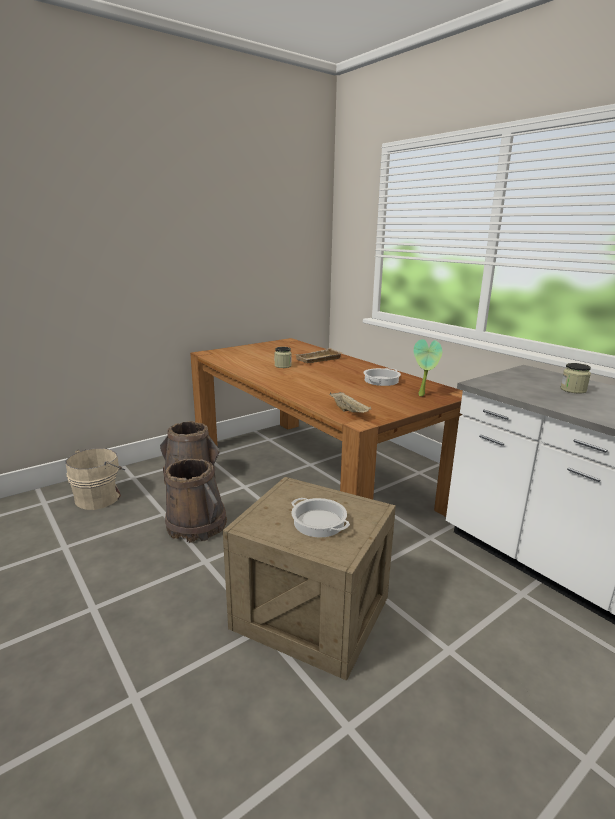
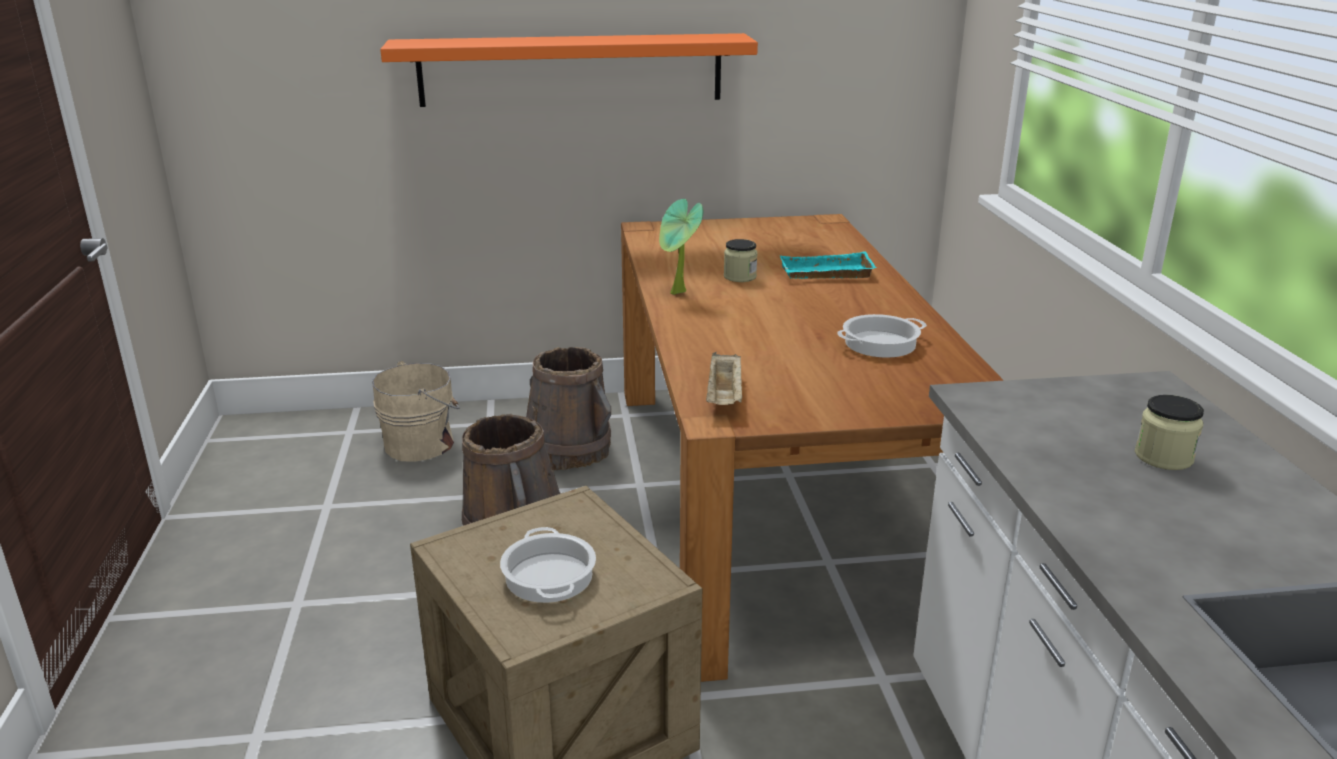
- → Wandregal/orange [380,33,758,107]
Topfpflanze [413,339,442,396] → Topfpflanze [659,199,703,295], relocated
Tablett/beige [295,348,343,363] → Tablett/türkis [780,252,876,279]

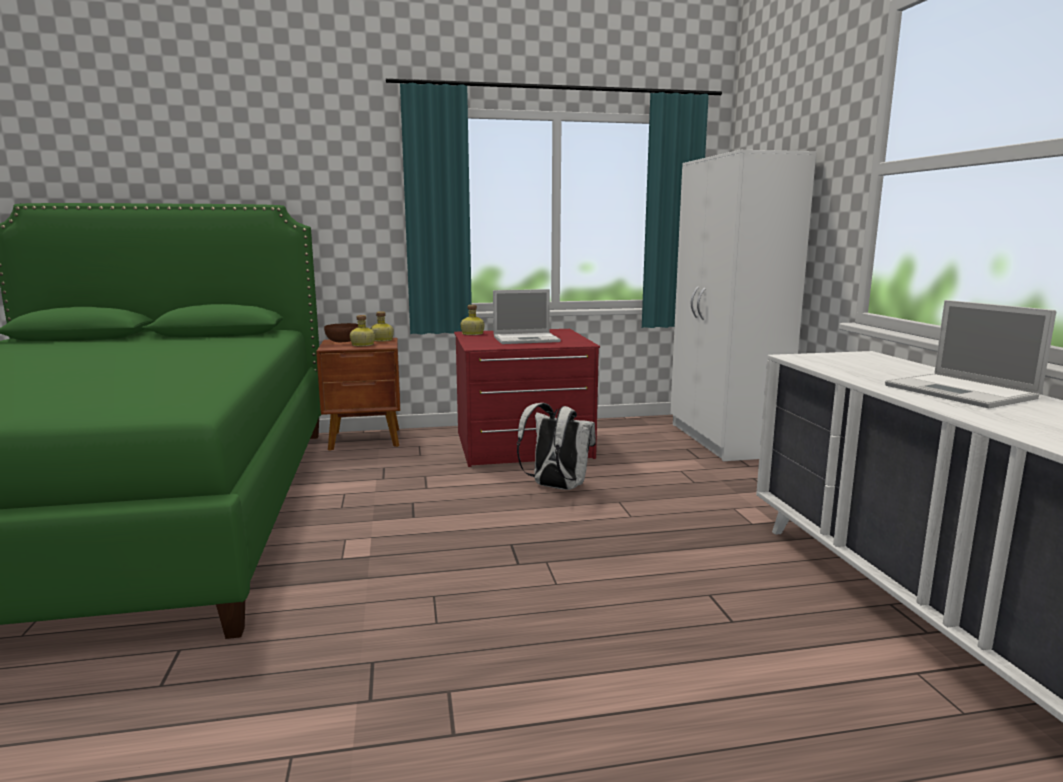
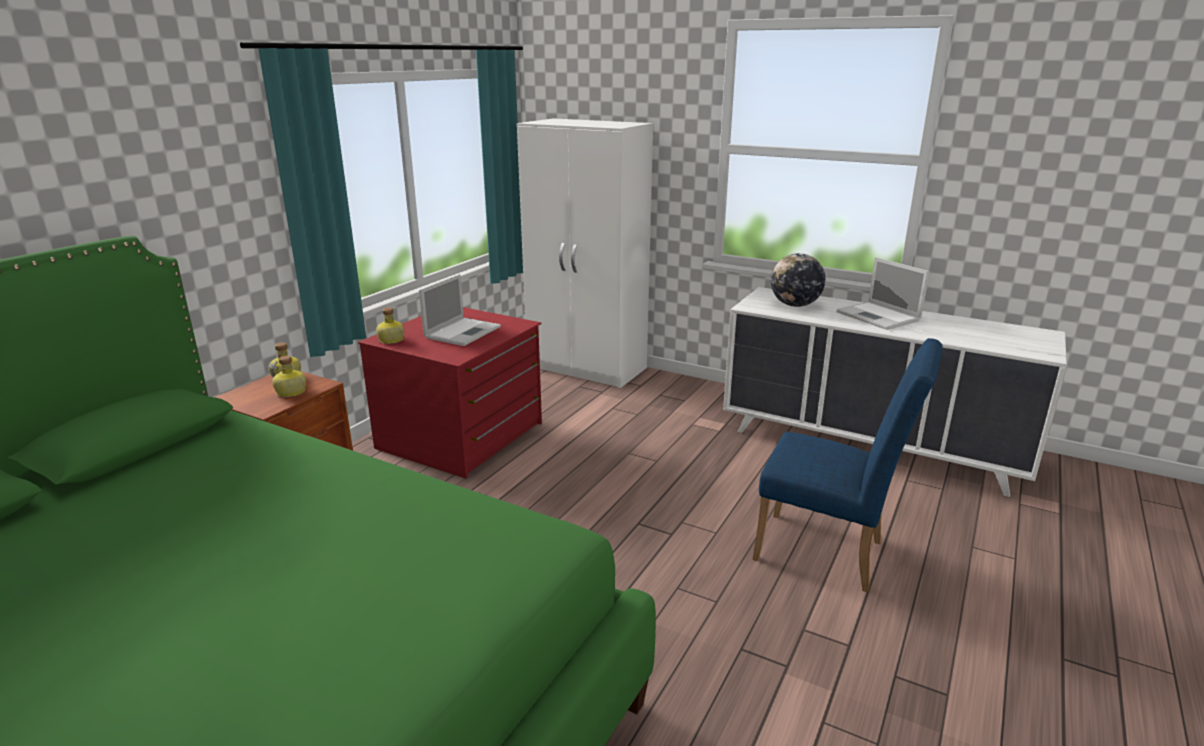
Schüssel/braun [324,323,358,342] → -
Rucksack/weiß [517,403,596,490] → -
- → Stuhl/blau [752,338,943,592]
- → Globus [771,253,825,307]
Laptop [885,300,1056,408] → Laptop [836,257,929,330], 45 degrees clockwise

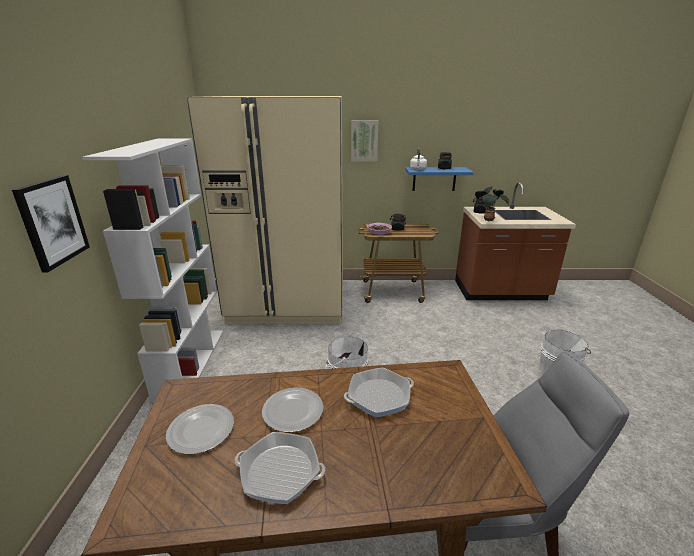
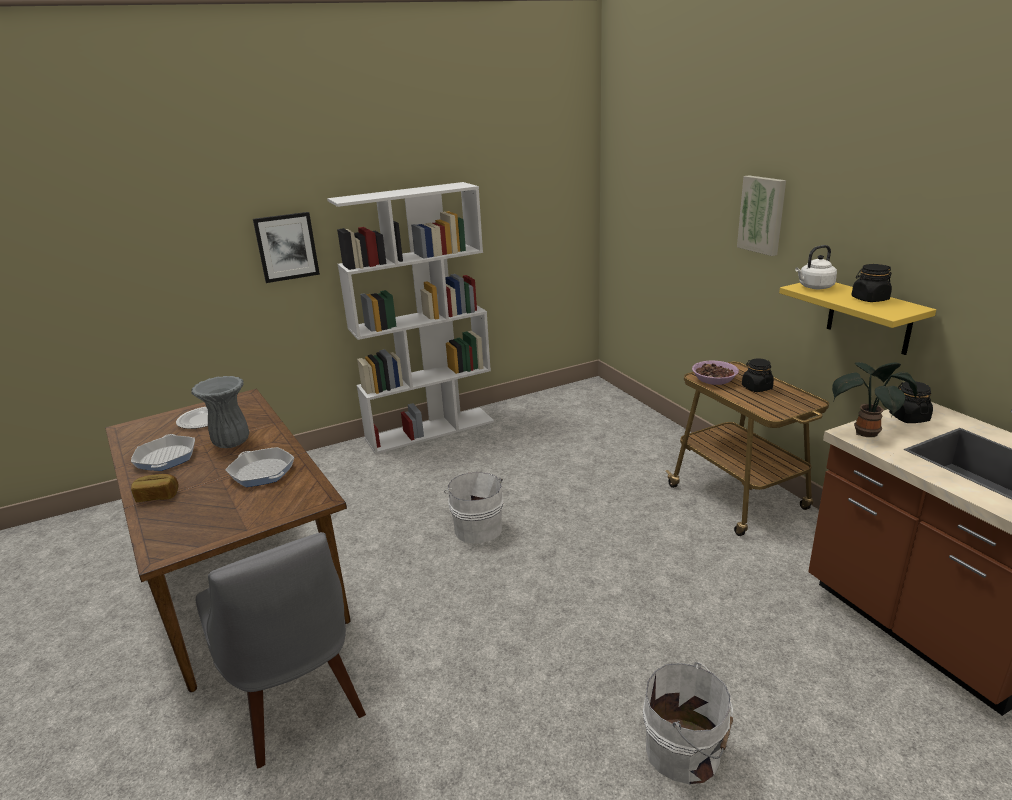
Kühlschrank/beige [187,96,343,323] → -
- → Brot [131,474,178,502]
Teller [262,388,323,432] → Vase/grau [191,376,249,448]
Wandregal/blau [405,167,474,191] → Wandregal/gelb [779,283,936,355]

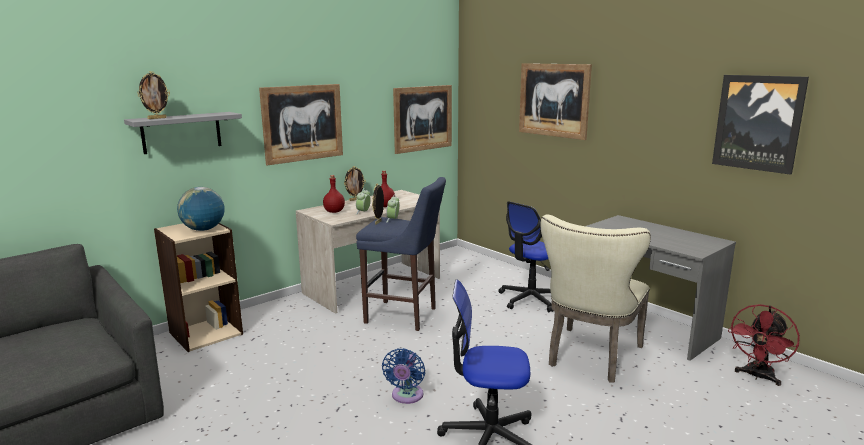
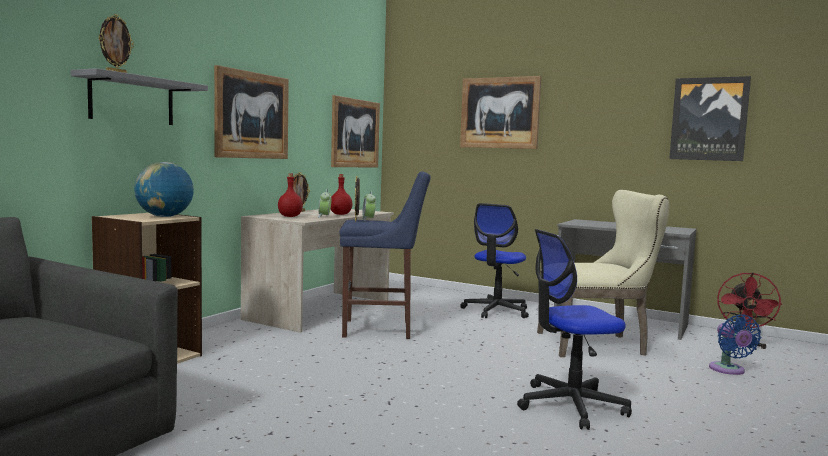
Ventilator/blau [382,348,425,404] → Ventilator/blau [709,314,761,375], relocated
Stuhl/beige [541,214,651,383] → Stuhl/beige [537,190,669,357], 105 degrees counterclockwise

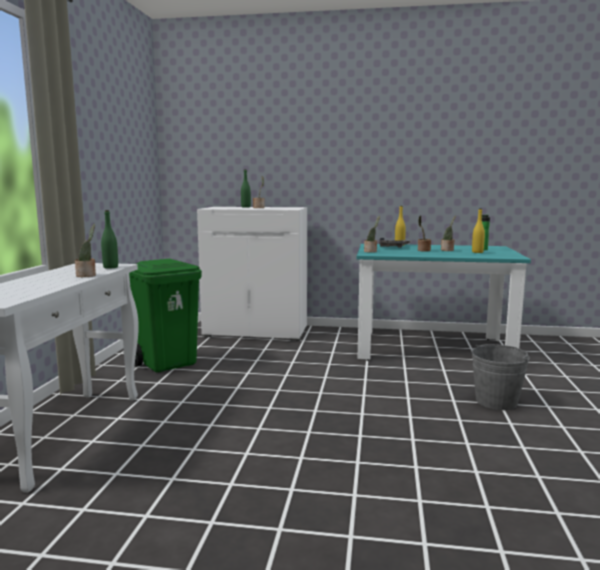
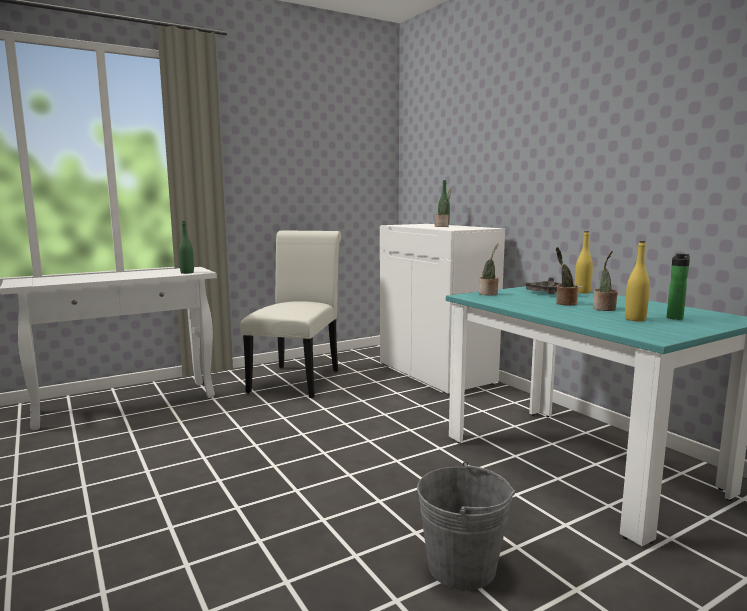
Topfpflanze [75,224,96,277] → -
Mülleimer/grün [129,259,202,373] → Stuhl/weiß [240,230,341,398]

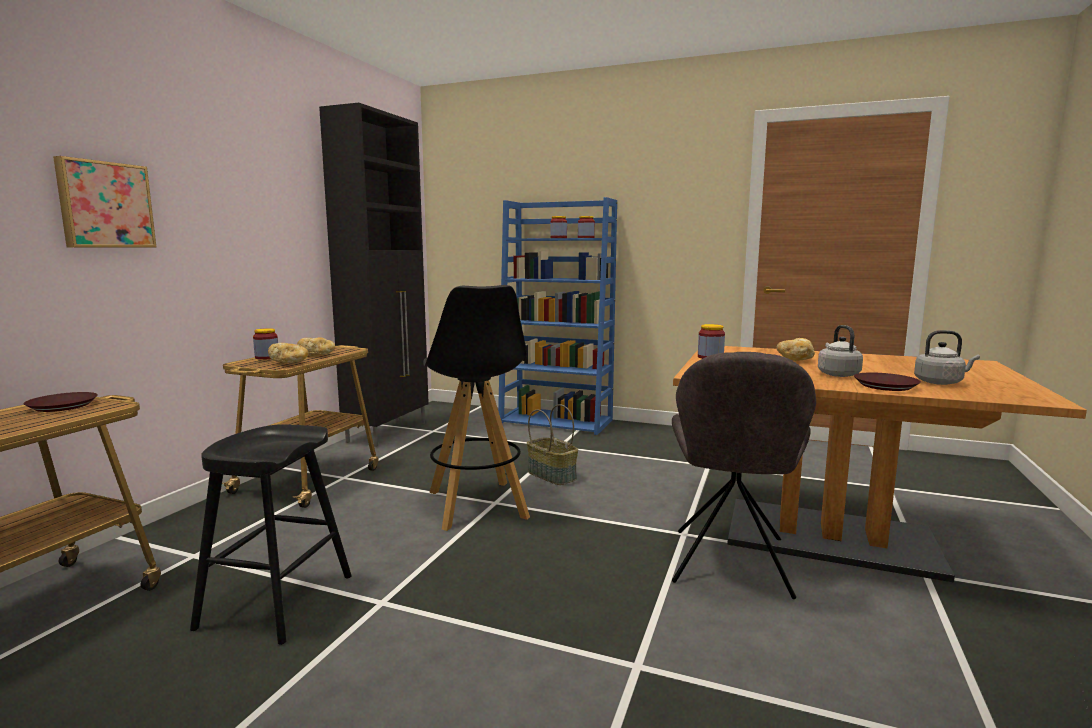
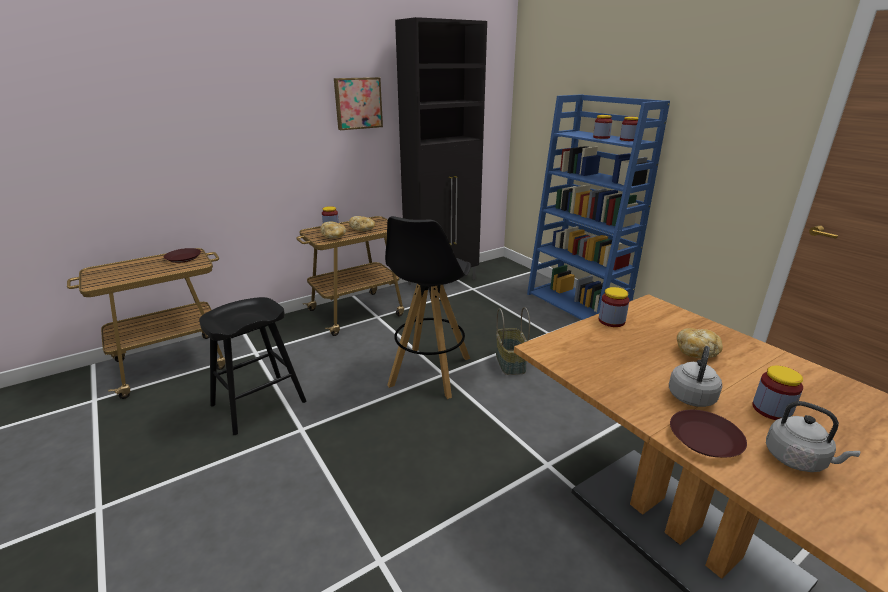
Stuhl/grau [672,352,816,599] → -
- → Vorratsglas [752,366,803,420]
Bild [53,156,157,248] → Bild [334,77,383,130], relocated

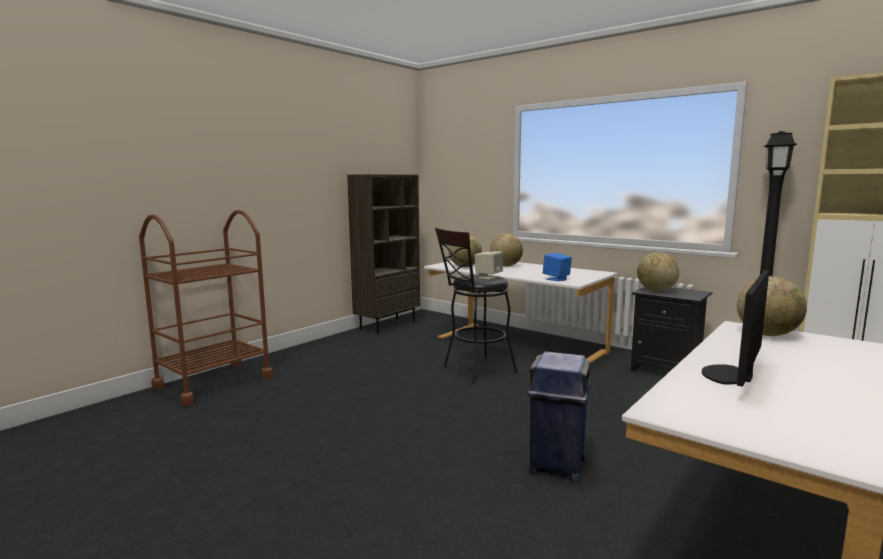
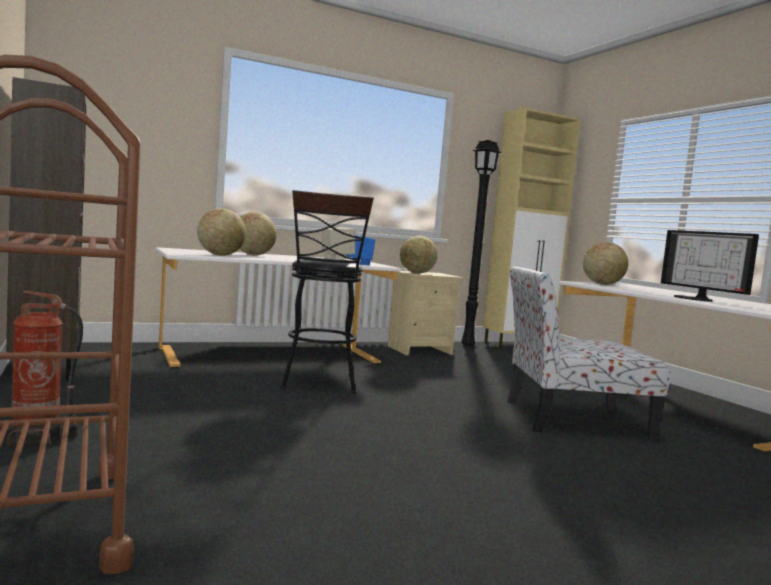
- → Feuerlöscher [7,291,83,447]
Mülleimer/blau [527,351,591,483] → Stuhl [507,266,671,440]
Nachttisch/schwarz [631,287,712,372] → Nachttisch/beige [388,271,464,355]

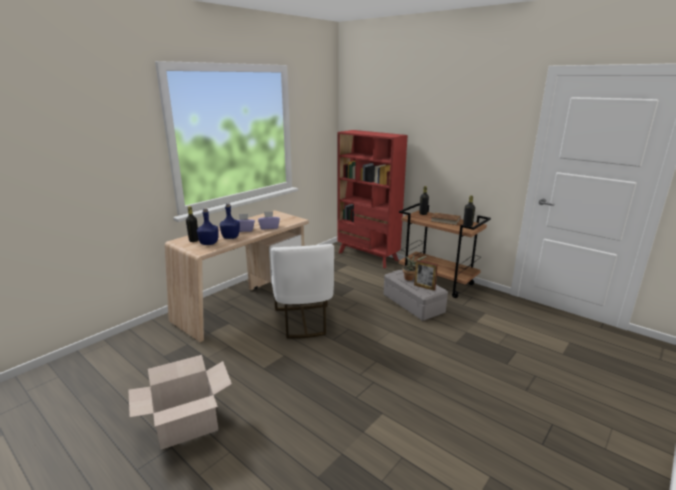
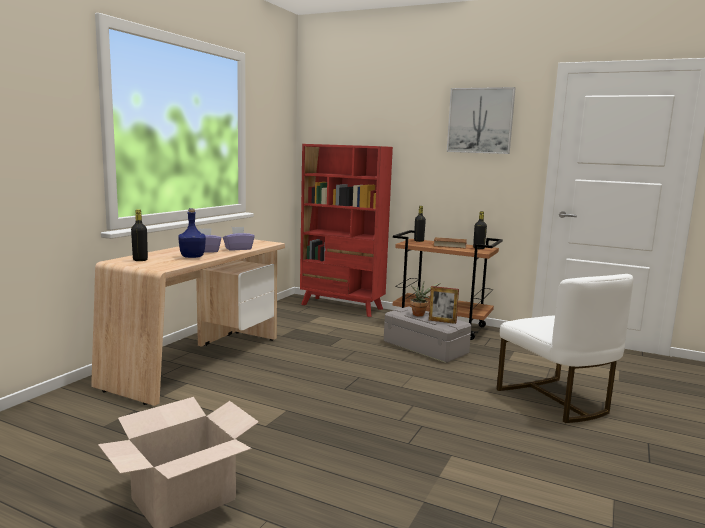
Flasche/blau [197,208,219,245] → -
- → Bild [447,87,515,154]
Stuhl/weiß [271,244,334,339] → Stuhl/weiß [497,274,633,423], relocated

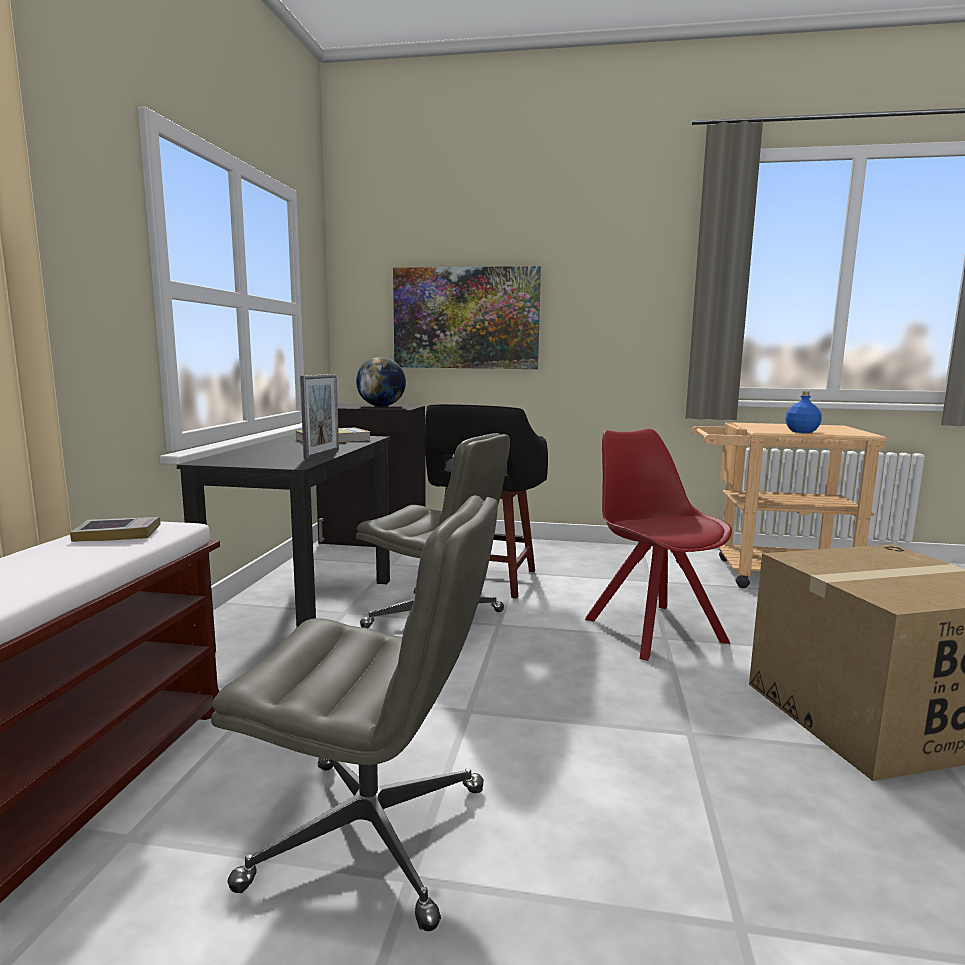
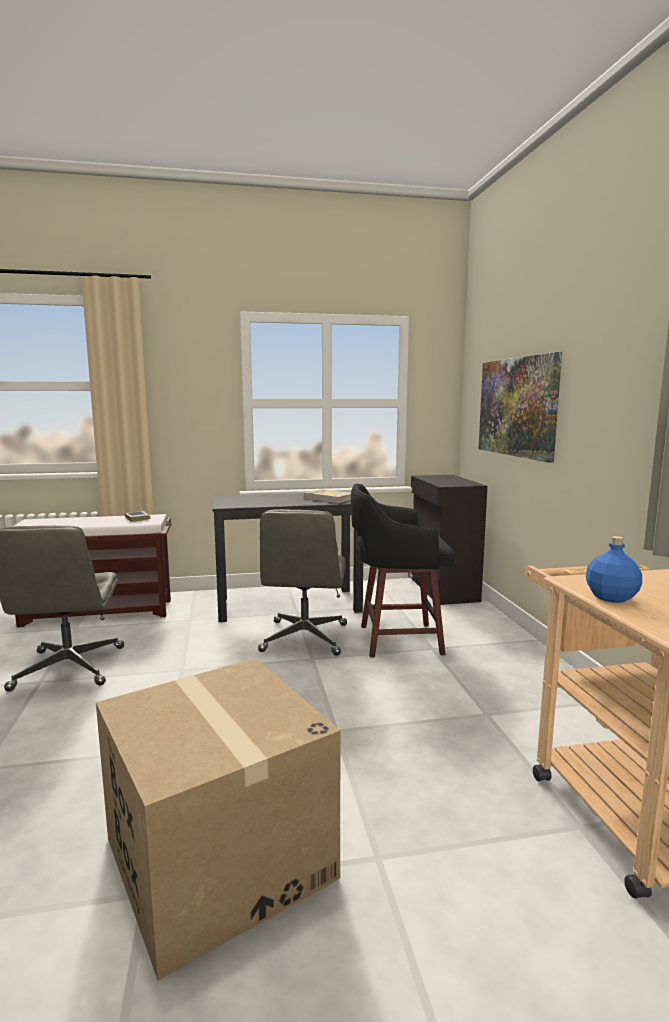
Bilderrahmen [300,374,339,459] → -
Globus [356,357,406,407] → -
Stuhl/rot [585,429,732,661] → -

